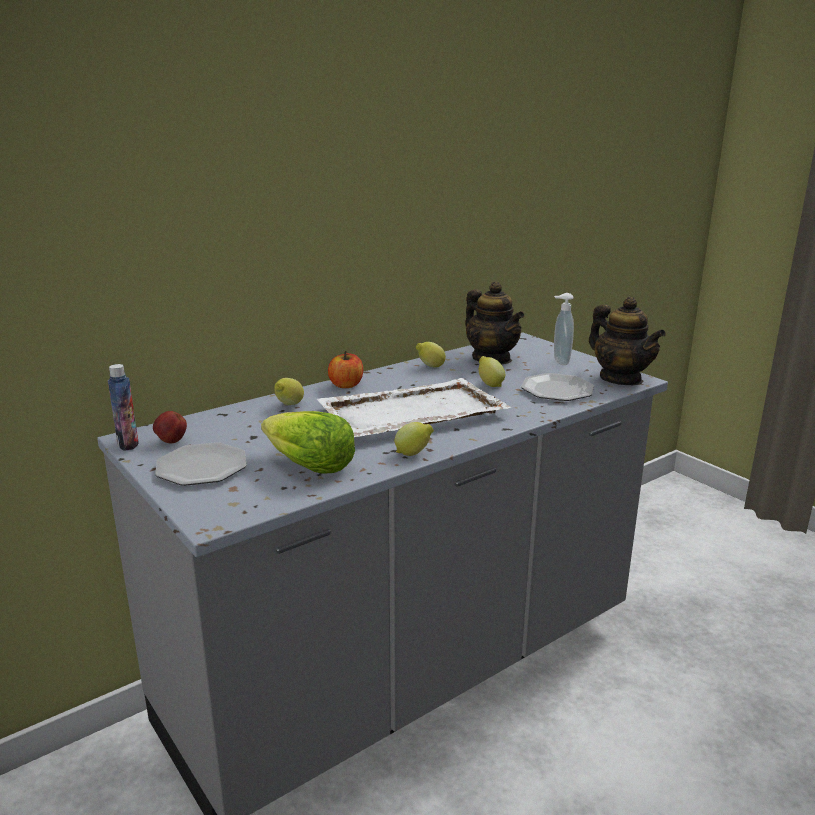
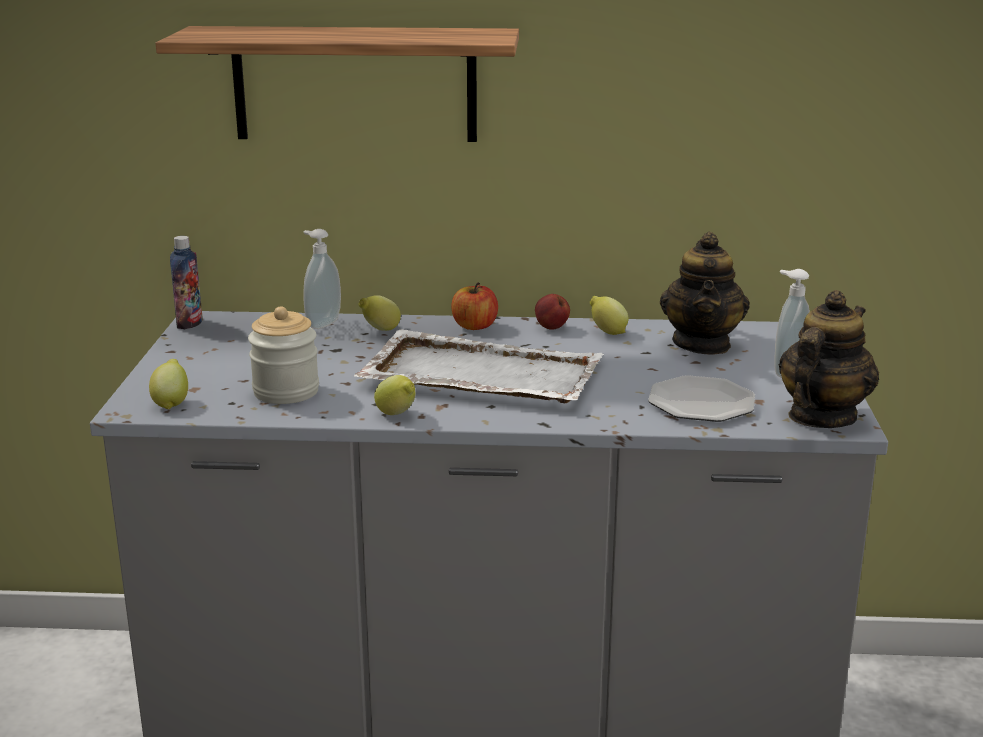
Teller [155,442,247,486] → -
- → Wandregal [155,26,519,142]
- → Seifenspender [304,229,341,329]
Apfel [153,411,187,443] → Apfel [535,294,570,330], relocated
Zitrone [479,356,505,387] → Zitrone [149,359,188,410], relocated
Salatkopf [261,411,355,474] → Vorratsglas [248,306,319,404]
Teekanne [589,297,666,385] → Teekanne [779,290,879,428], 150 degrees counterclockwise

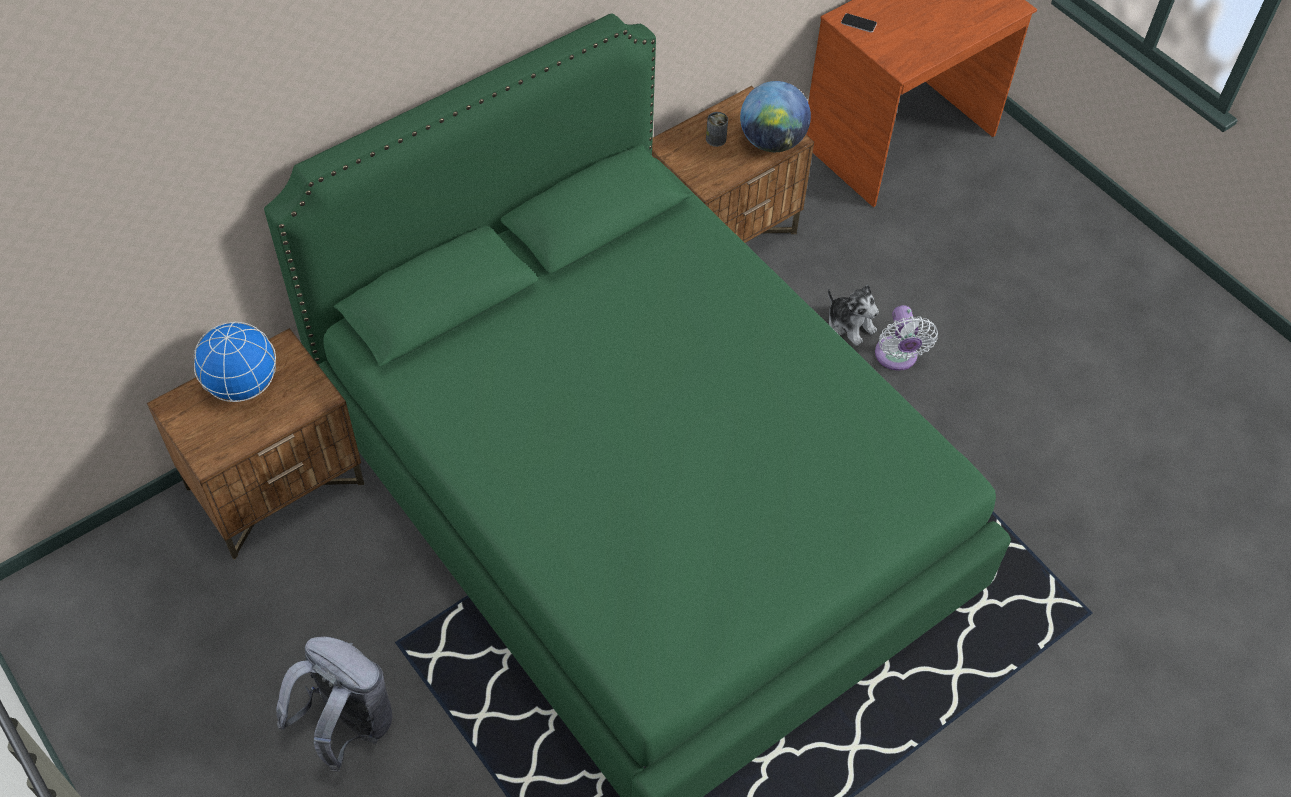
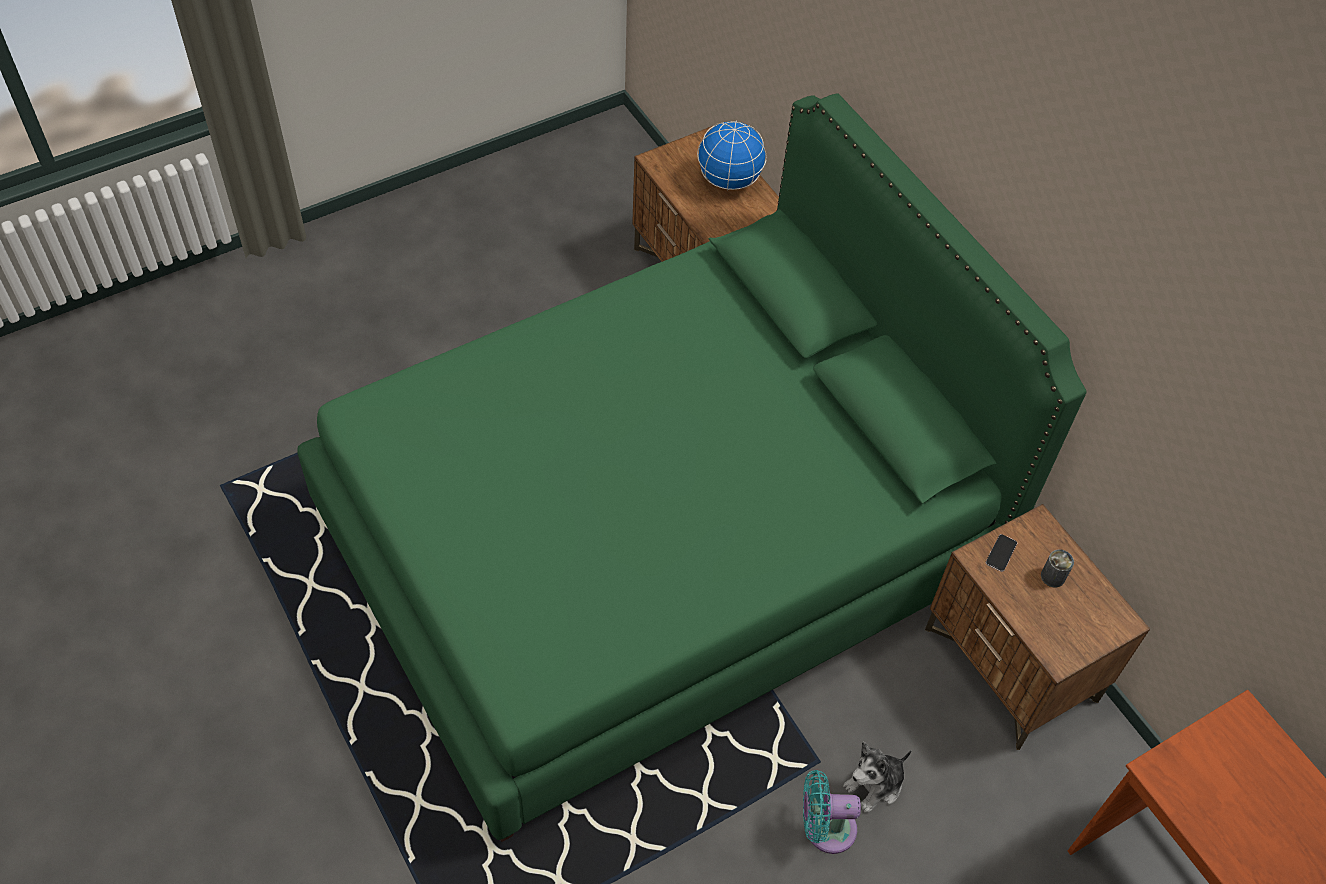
Rucksack/grau [276,636,392,772] → -
Globus [740,81,811,152] → -
Handy [841,13,877,33] → Handy [986,534,1017,572], relocated
Ventilator/weiß [875,305,938,371] → Ventilator/türkis [803,770,861,854]

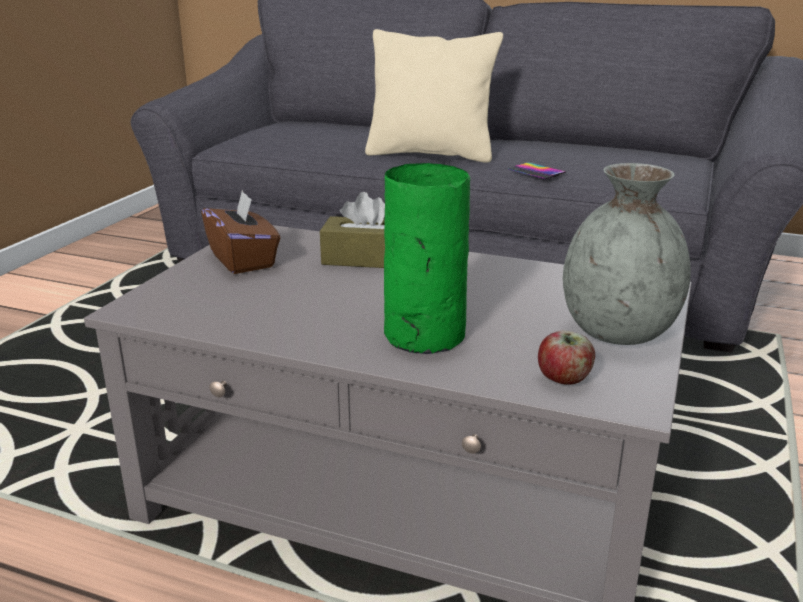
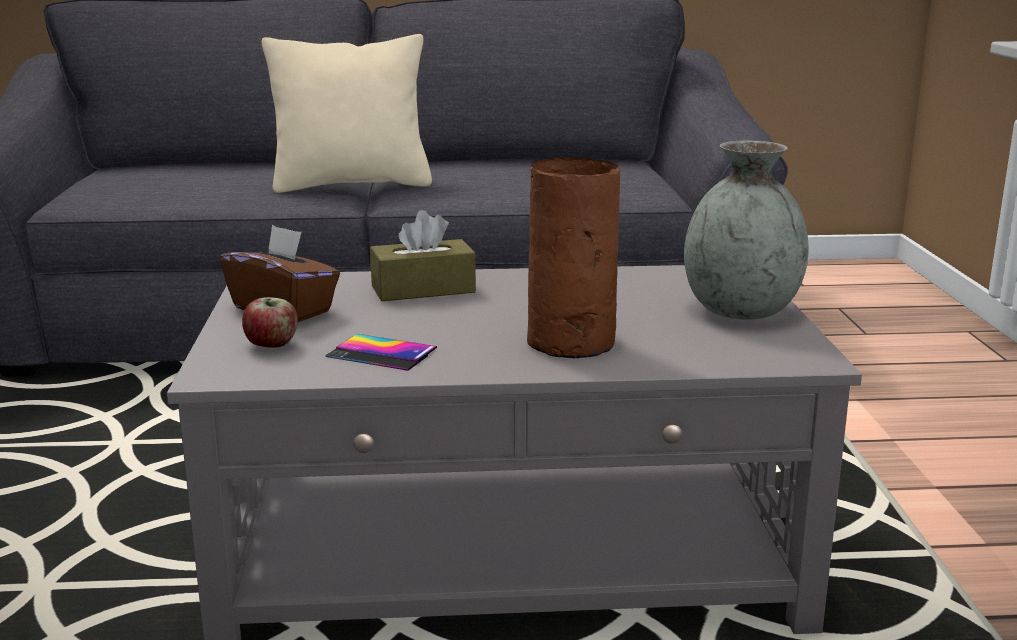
Handy [508,162,566,179] → Handy [326,334,437,371], relocated
Apfel [538,331,595,385] → Apfel [242,297,298,348], relocated
Vase/grün [384,163,470,354] → Vase/braun [527,158,620,358]

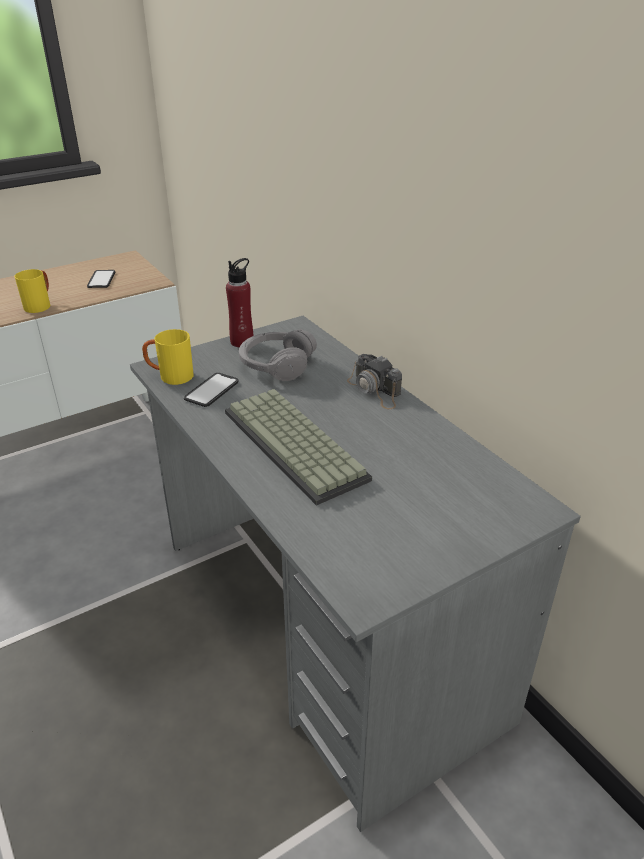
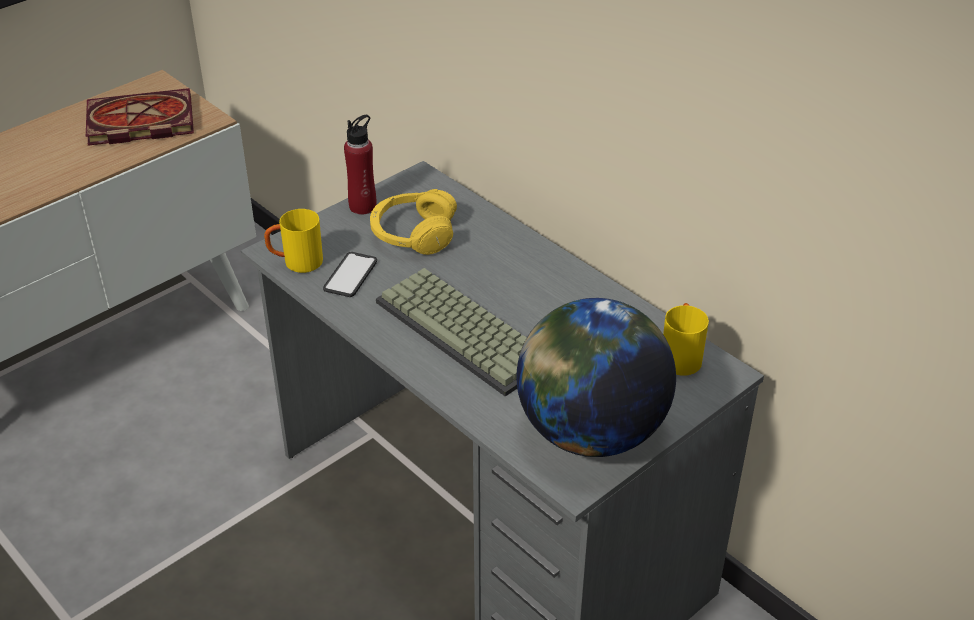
Kamera [347,354,402,409] → -
- → Globus [517,298,676,457]
Henkelbecher/gelb [14,269,50,313] → Henkelbecher/gelb [663,303,709,376], relocated
Handy [87,270,115,288] → Buch [86,88,194,146]
Kopfhörer/grau [239,329,317,381] → Kopfhörer/gelb [370,189,457,255]

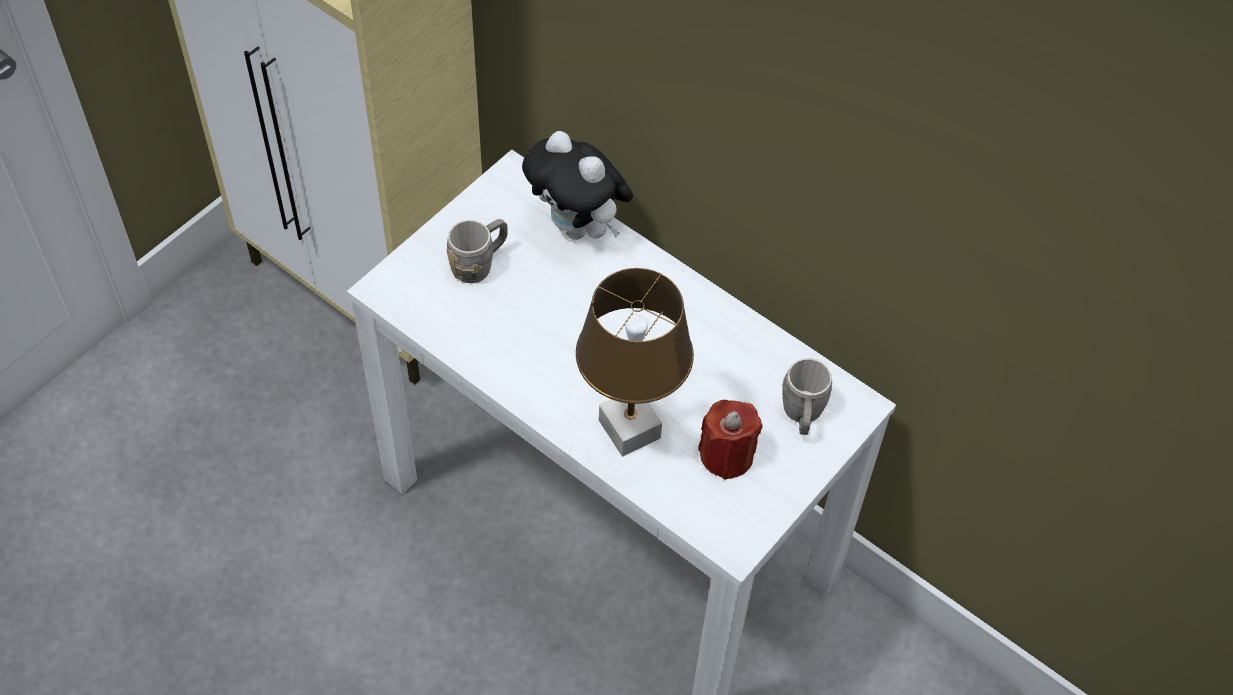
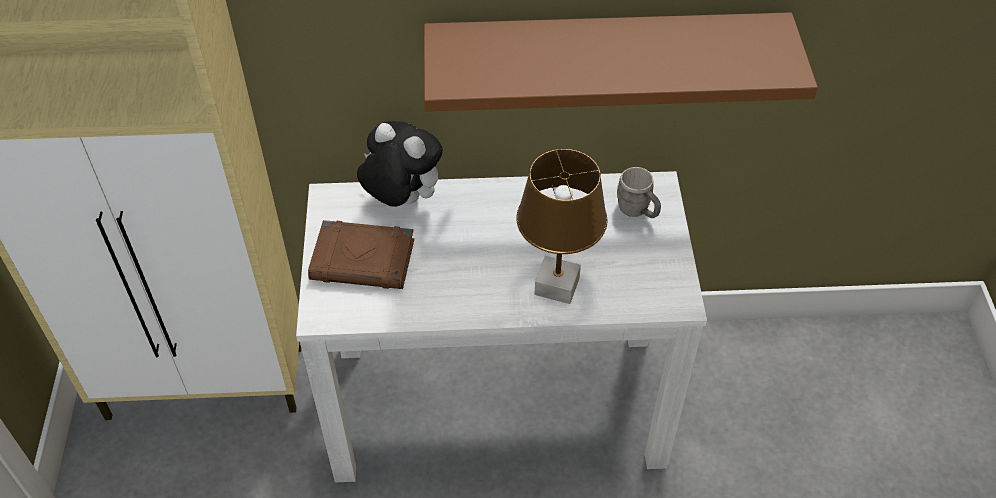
Kerze/rot [698,400,762,480] → -
- → Wandregal/braun [424,12,818,112]
Henkelbecher/grau [446,219,508,283] → Buch/braun [308,220,414,289]
Plüschtier [522,131,633,240] → Plüschtier [357,121,443,207], 150 degrees counterclockwise

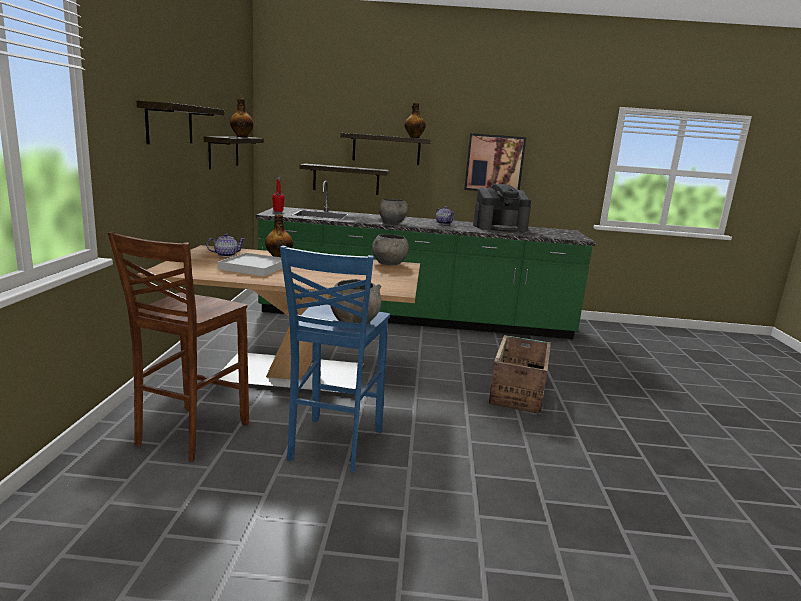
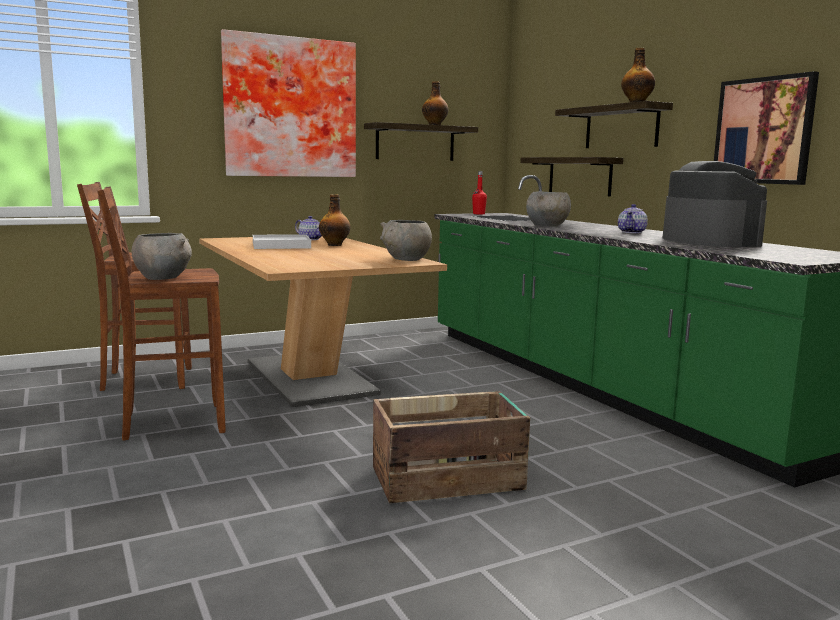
Wandregal [136,100,224,144] → Bild [221,29,356,177]
Hocker/blau [280,246,390,473] → Hocker/braun [97,186,226,441]
Kaffeemaschine [473,184,531,232] → Kaffeemaschine [663,161,767,247], 150 degrees counterclockwise

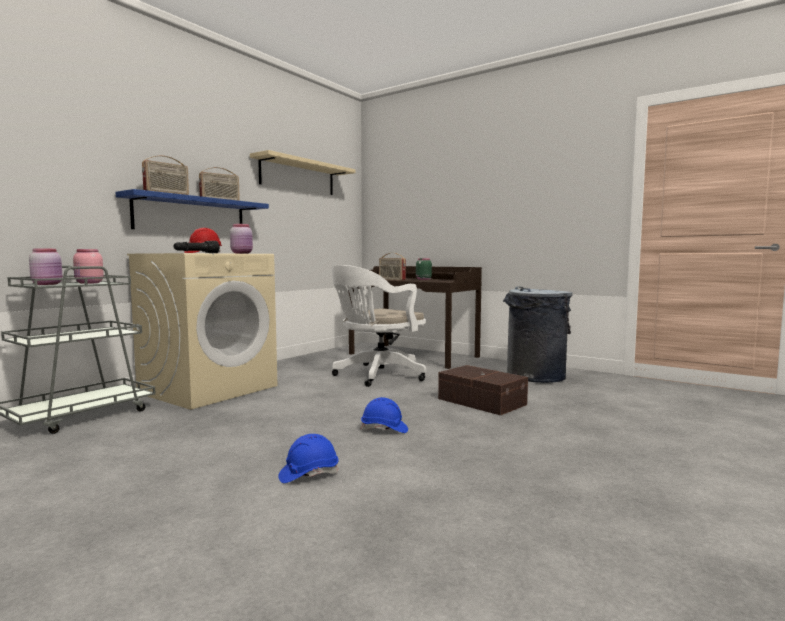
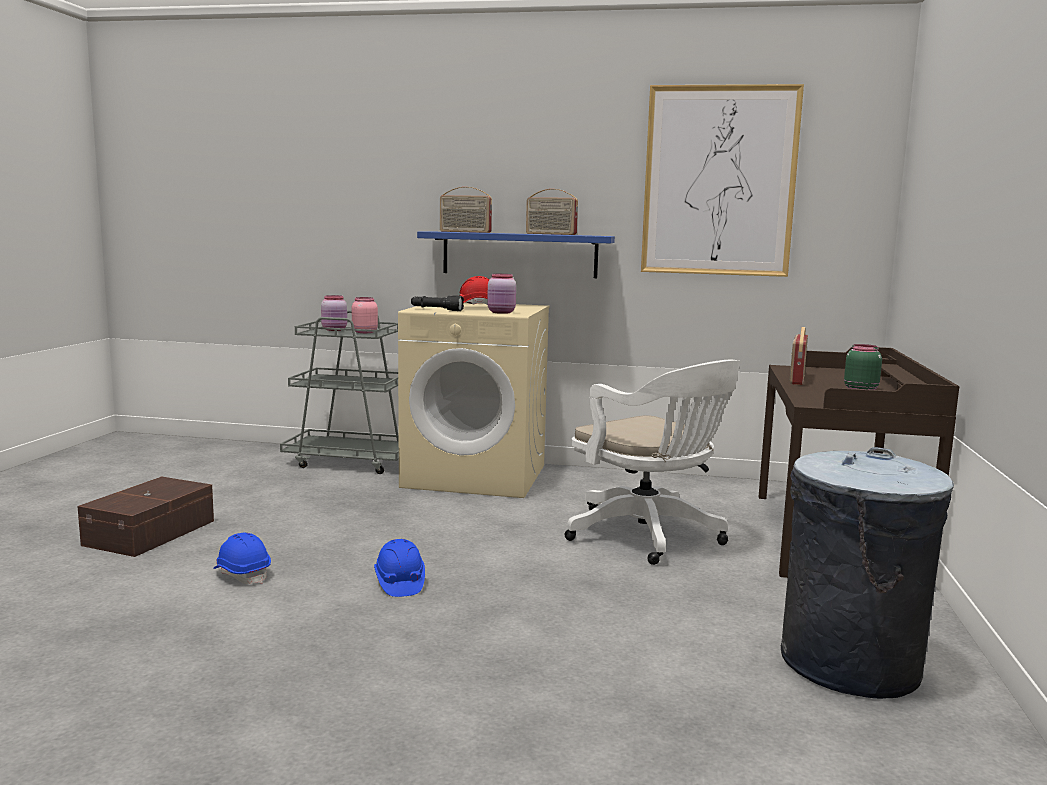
Aufbewahrungsbox/braun [438,365,528,415] → Aufbewahrungsbox/braun [77,477,214,557], relocated
Wandregal/beige [250,150,356,195] → Bild [641,84,804,277]
Bürostuhl/weiß [331,265,426,387] → Bürostuhl/weiß [564,360,740,565], 150 degrees counterclockwise

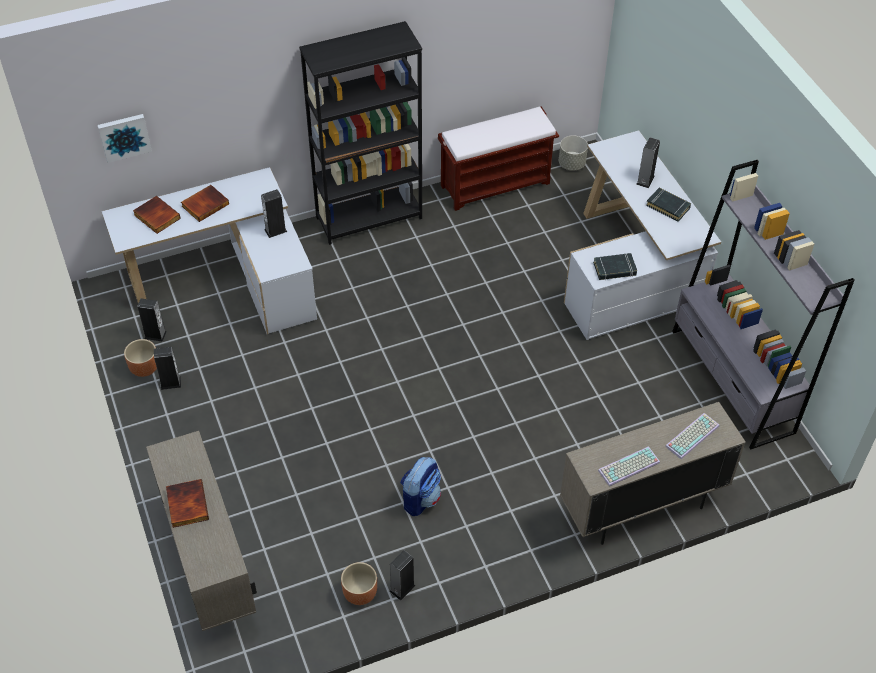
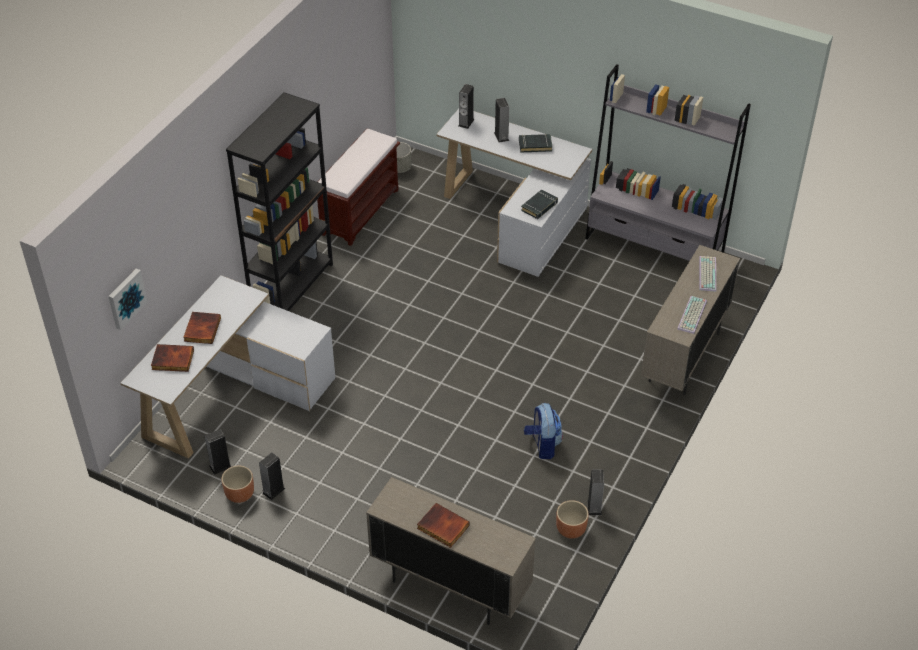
Lautsprecher [261,189,287,238] → Lautsprecher [458,84,474,129], relocated

